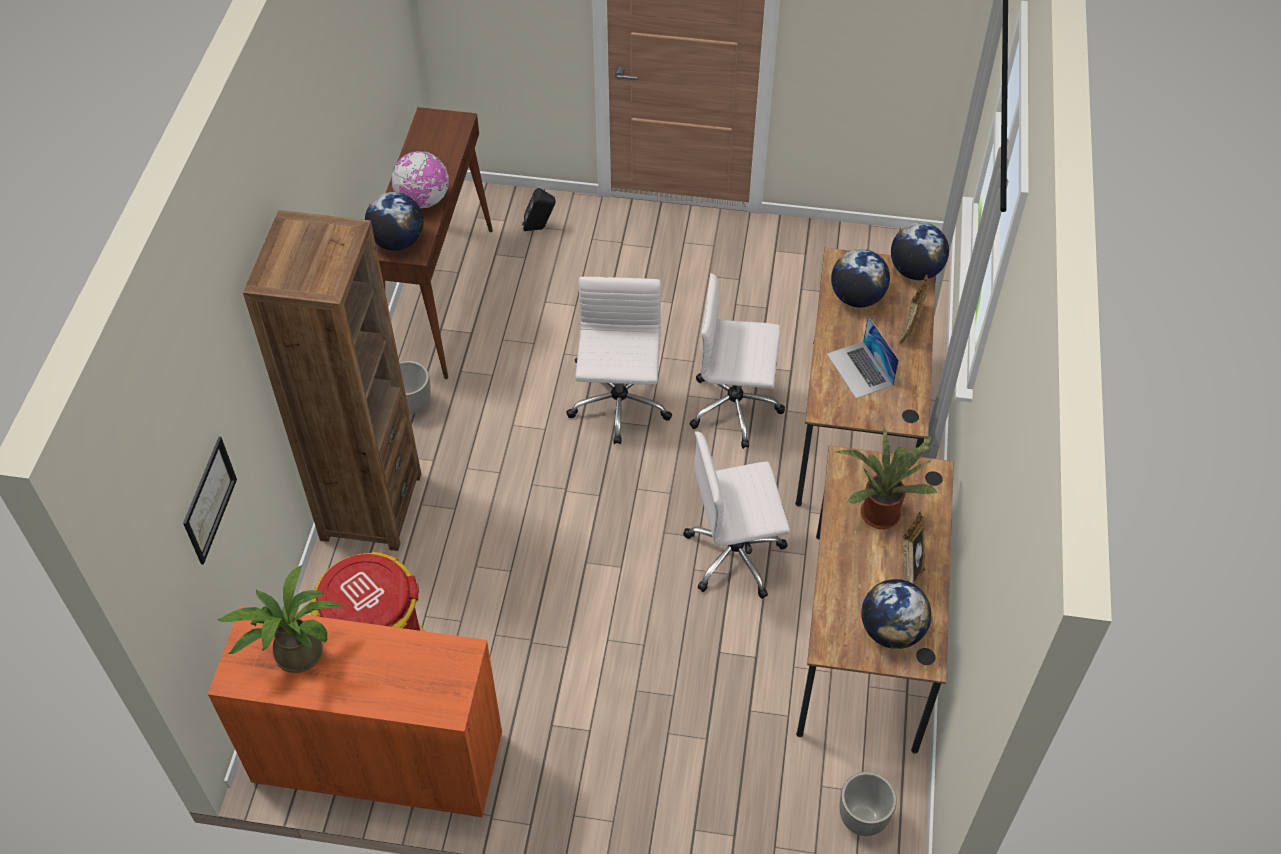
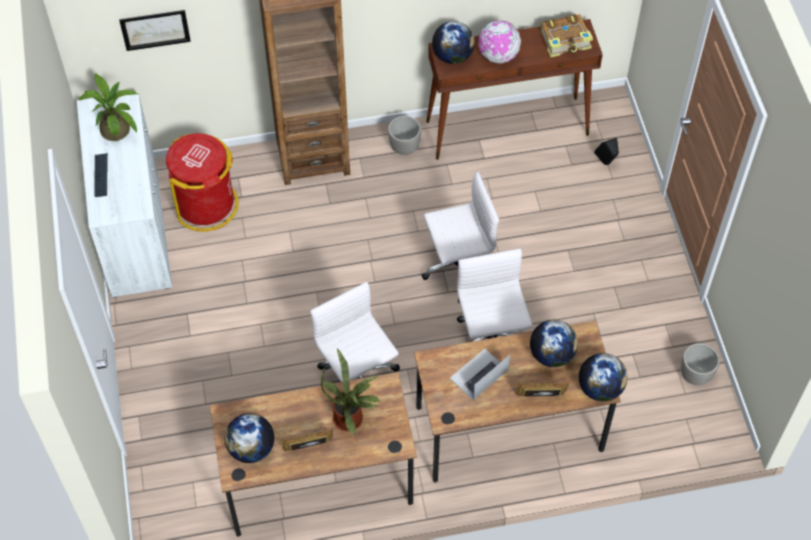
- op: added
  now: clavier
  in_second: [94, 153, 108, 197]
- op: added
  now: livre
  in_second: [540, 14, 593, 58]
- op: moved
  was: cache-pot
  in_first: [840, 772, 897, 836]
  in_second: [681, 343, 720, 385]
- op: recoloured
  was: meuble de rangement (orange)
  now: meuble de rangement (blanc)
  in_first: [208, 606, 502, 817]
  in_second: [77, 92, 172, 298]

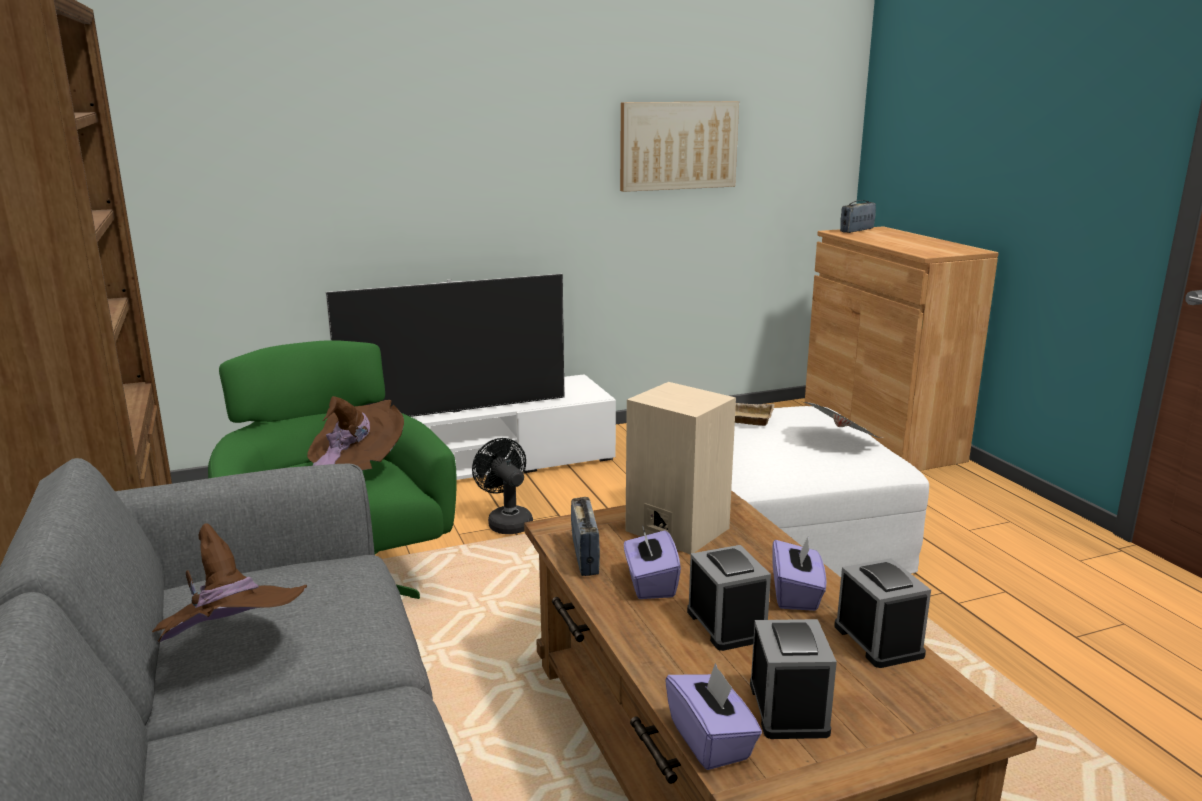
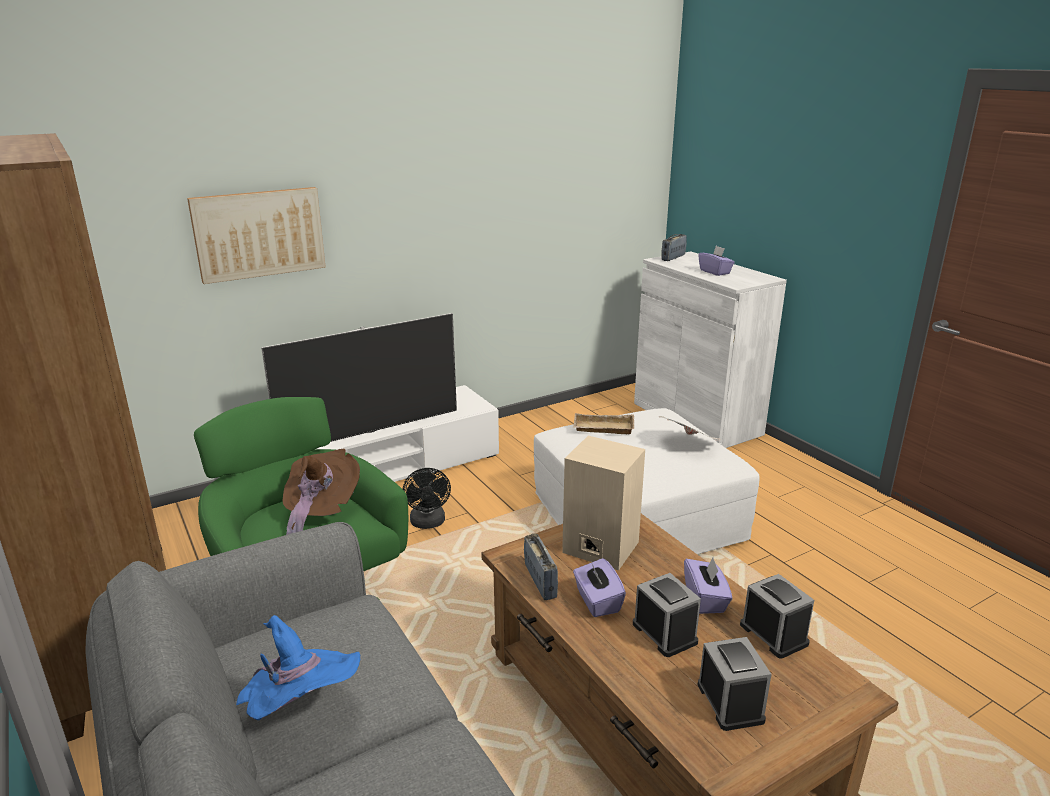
- op: moved
  was: tableau
  in_first: [620, 101, 739, 192]
  in_second: [187, 187, 326, 284]
- op: moved
  was: boîte à mouchoirs (violet)
  in_first: [665, 663, 762, 770]
  in_second: [698, 246, 735, 276]
- op: recoloured
  was: chapeau (marron)
  now: chapeau (bleu)
  in_first: [152, 523, 307, 643]
  in_second: [236, 615, 360, 720]
- op: recoloured
  was: meuble de rangement (marron)
  now: meuble de rangement (blanc)
  in_first: [804, 226, 999, 471]
  in_second: [634, 251, 787, 448]
- op: turned
  was: ventilateur (noir)
  in_first: [472, 438, 533, 534]
  in_second: [403, 468, 451, 529]
  clockwise: -150

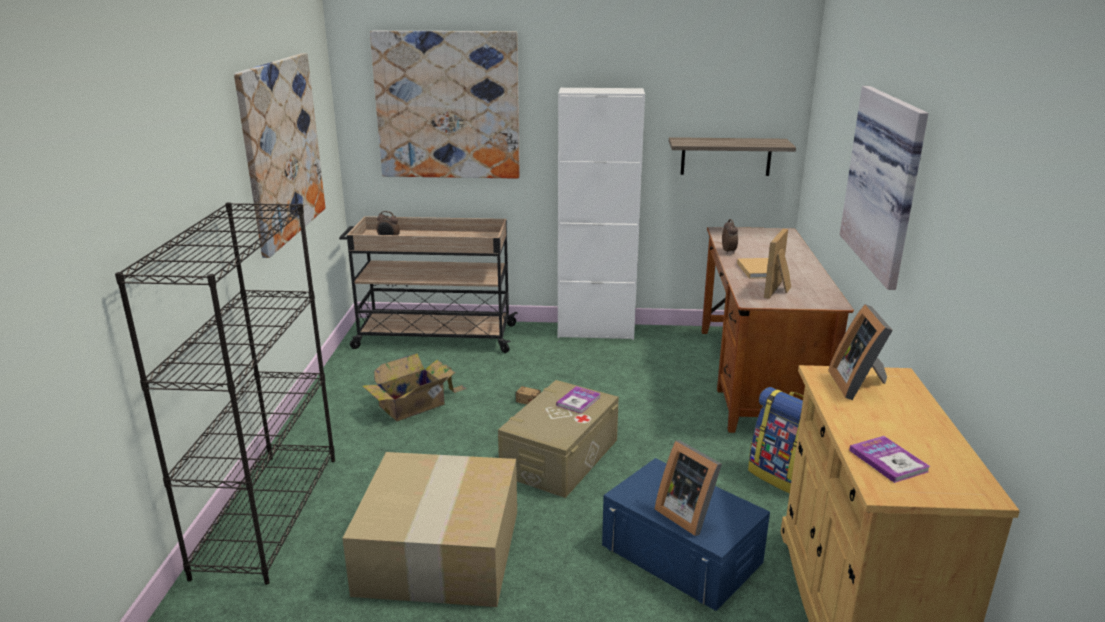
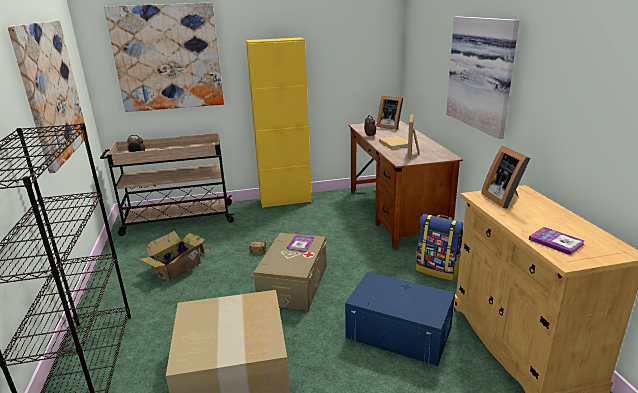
- op: removed
  was: étagère
  in_first: [669, 137, 796, 176]
- op: moved
  was: cadre photo
  in_first: [655, 440, 722, 536]
  in_second: [377, 96, 403, 130]
- op: recoloured
  was: meuble de rangement (blanc)
  now: meuble de rangement (jaune)
  in_first: [558, 88, 645, 340]
  in_second: [246, 37, 312, 208]

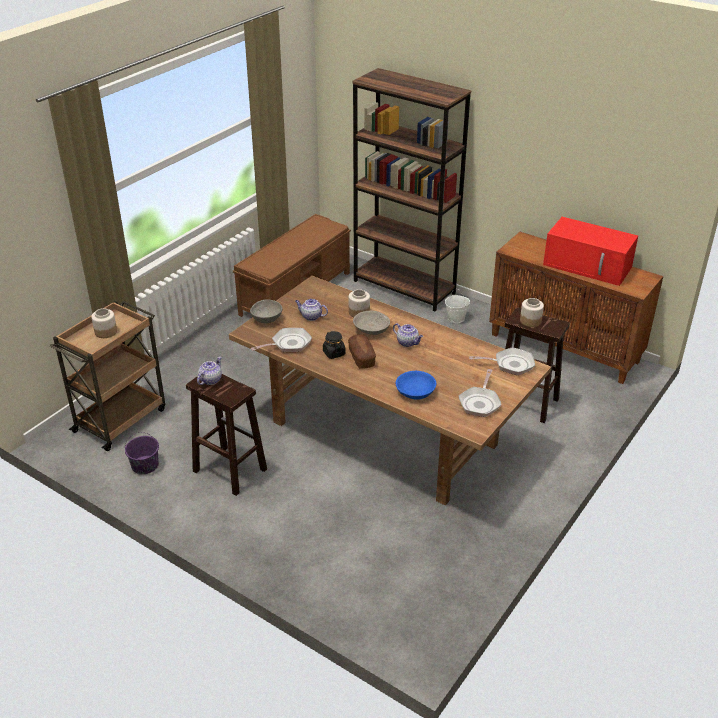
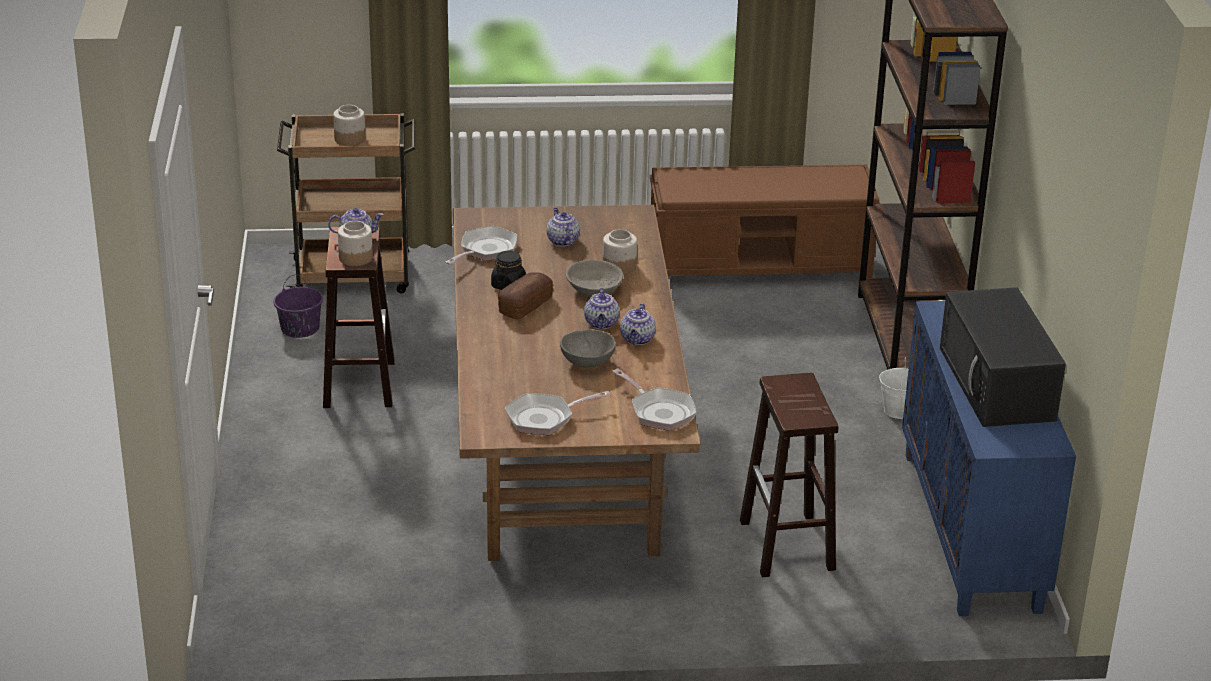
- op: removed
  was: bol (bleu)
  in_first: [396, 371, 436, 400]
- op: added
  now: théière
  in_second: [620, 303, 656, 345]
- op: moved
  was: bol (gris)
  in_first: [250, 299, 282, 323]
  in_second: [560, 329, 616, 368]
- op: moved
  was: bocal
  in_first: [520, 298, 544, 327]
  in_second: [338, 221, 373, 266]
- op: recoloured
  was: meuble de rangement (marron)
  now: meuble de rangement (bleu)
  in_first: [489, 232, 663, 384]
  in_second: [902, 301, 1076, 616]
- op: recoloured
  was: micro-ondes (rouge)
  now: micro-ondes (noir)
  in_first: [543, 217, 638, 286]
  in_second: [940, 287, 1066, 427]
- op: turned
  was: poêle
  in_first: [250, 328, 312, 352]
  in_second: [445, 226, 517, 265]
  clockwise: -75

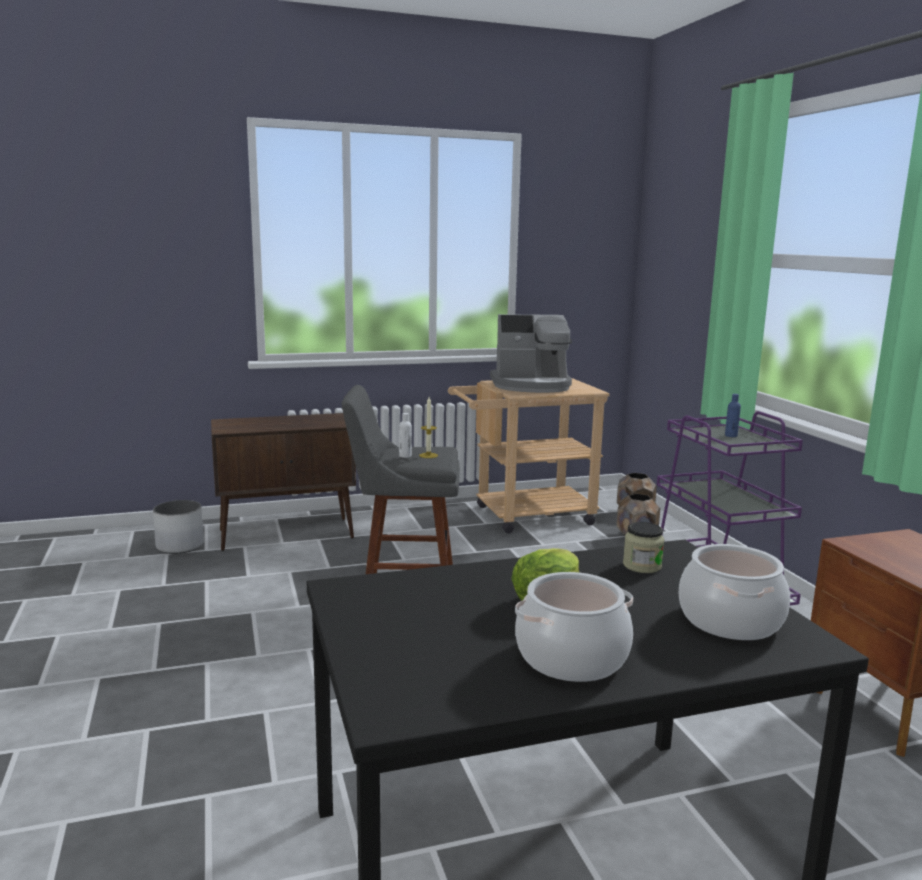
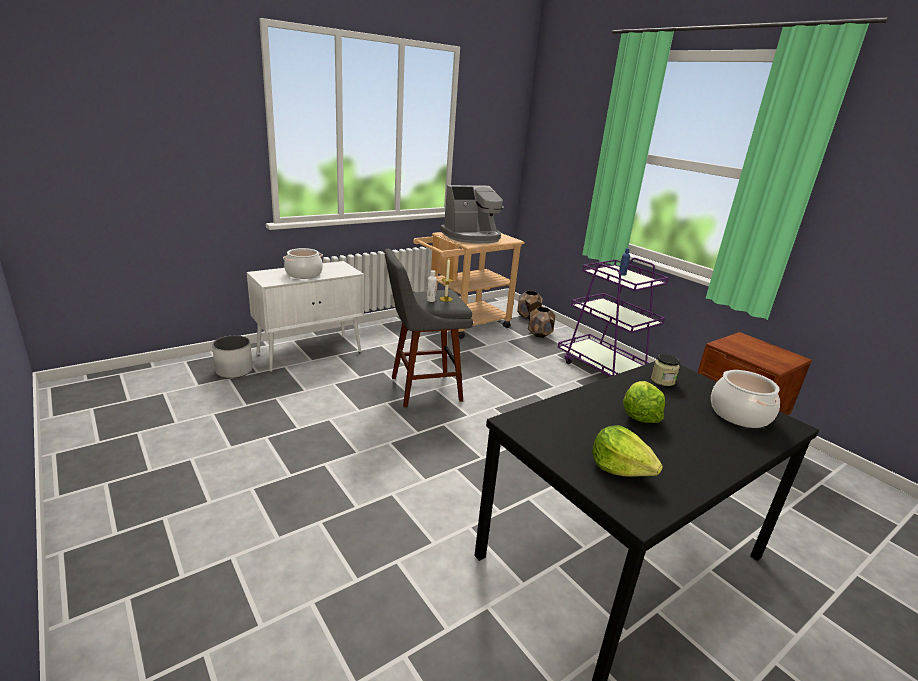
- op: added
  now: laitue
  in_second: [592, 425, 663, 477]
- op: moved
  was: marmite
  in_first: [515, 572, 633, 682]
  in_second: [283, 248, 323, 279]
- op: recoloured
  was: meuble de rangement (marron)
  now: meuble de rangement (blanc)
  in_first: [211, 413, 356, 551]
  in_second: [247, 261, 364, 372]

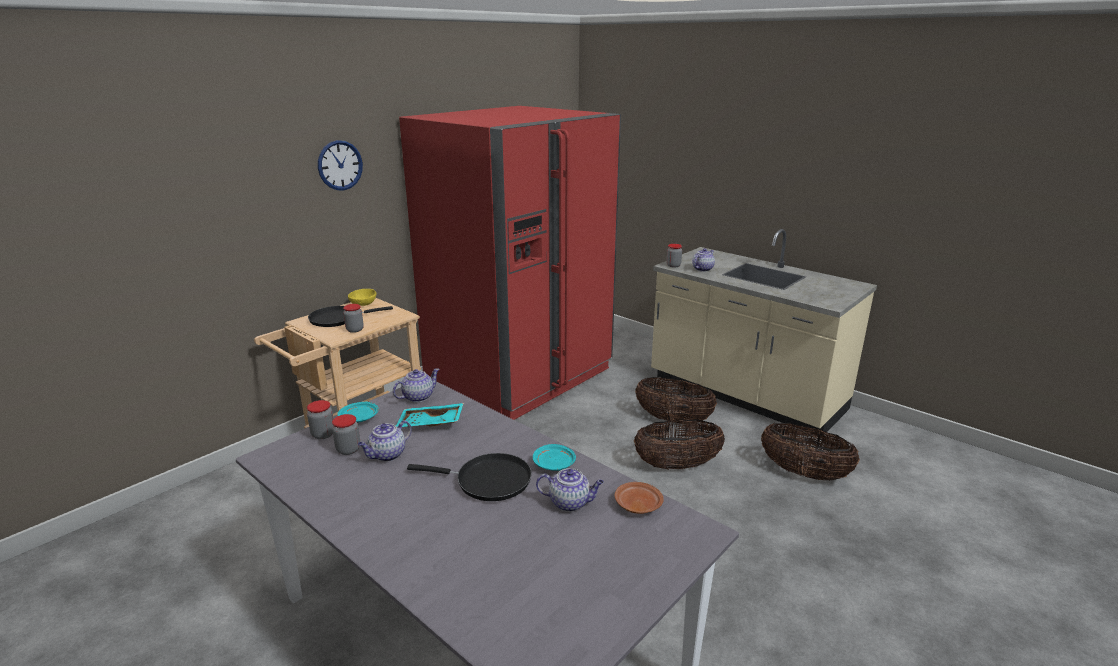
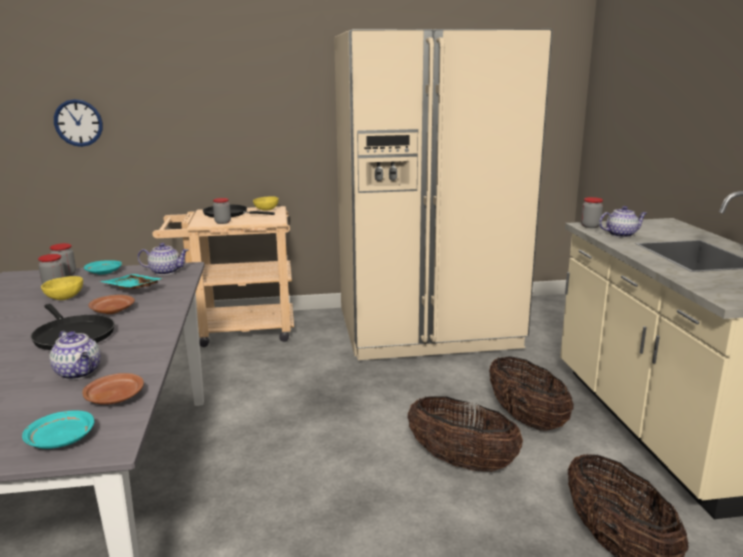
- op: added
  now: assiette (marron)
  in_second: [88, 295, 135, 314]
- op: moved
  was: horloge murale
  in_first: [318, 140, 363, 190]
  in_second: [54, 99, 103, 147]
- op: moved
  was: assiette (turquoise)
  in_first: [533, 444, 576, 471]
  in_second: [22, 411, 94, 449]
- op: replaced
  was: théière
  now: bol (jaune)
  in_first: [358, 420, 412, 462]
  in_second: [41, 276, 83, 300]
- op: recoloured
  was: réfrigérateur (rouge)
  now: réfrigérateur (beige)
  in_first: [399, 106, 621, 420]
  in_second: [334, 29, 553, 360]

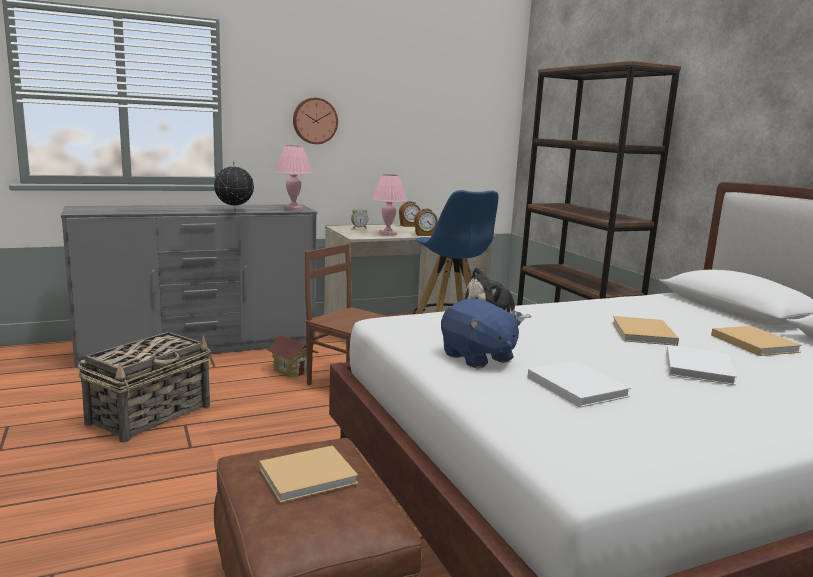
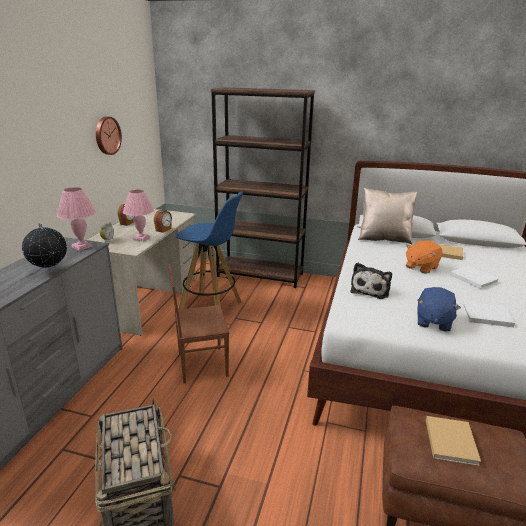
- op: removed
  was: maison miniature
  in_first: [267, 335, 319, 378]
- op: added
  now: coussin (beige)
  in_second: [358, 188, 417, 244]
- op: moved
  was: horloge murale
  in_first: [293, 98, 338, 144]
  in_second: [96, 117, 122, 155]
- op: replaced
  was: livre (beige)
  now: peluche (orange)
  in_first: [612, 316, 679, 346]
  in_second: [406, 240, 442, 274]
- op: turned
  was: peluche (bleu)
  in_first: [441, 298, 522, 369]
  in_second: [417, 287, 461, 332]
  clockwise: 105

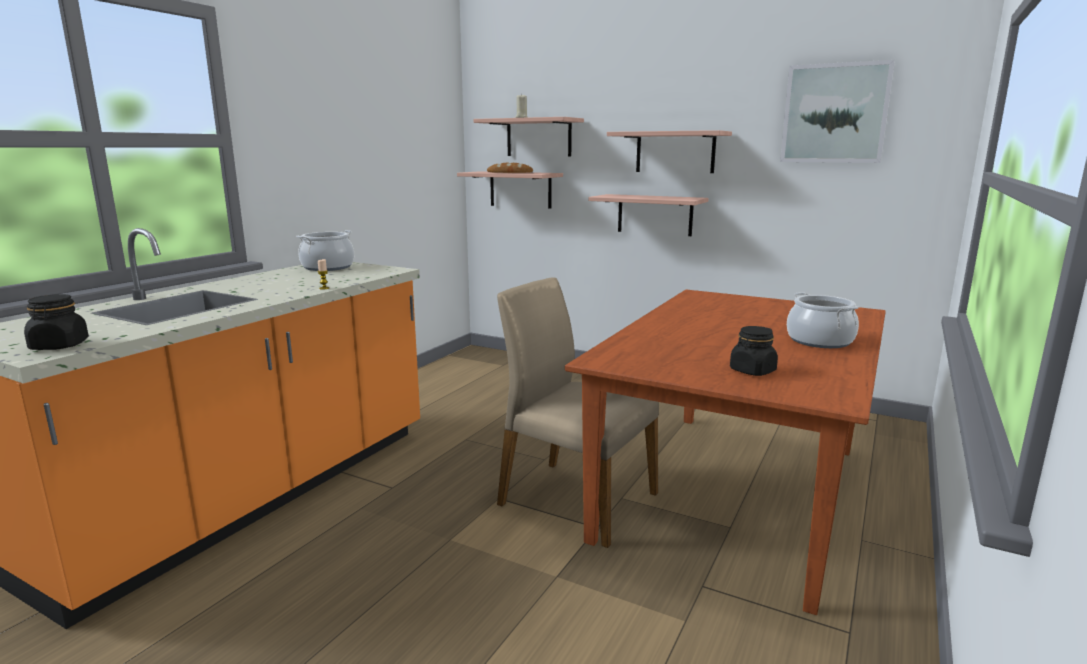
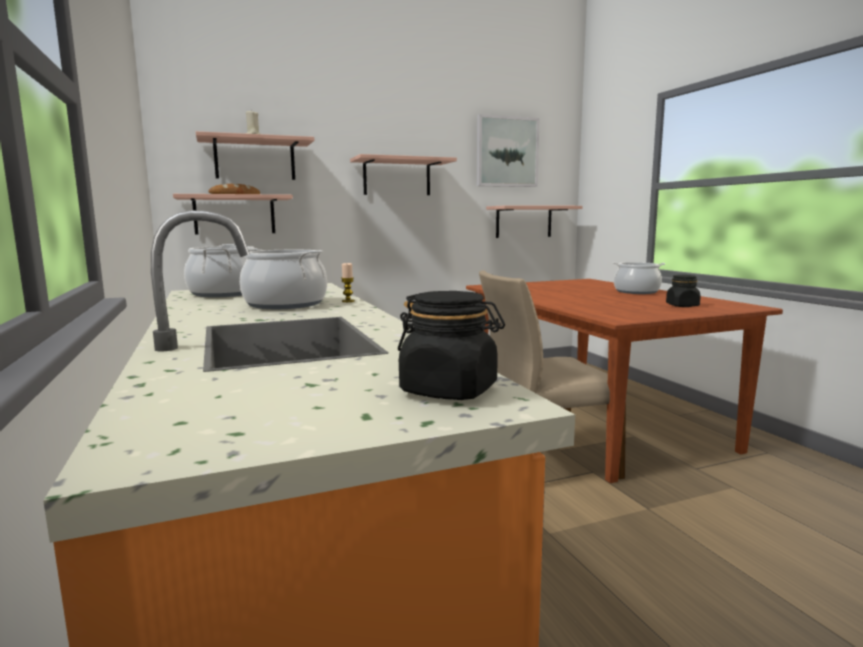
- op: added
  now: marmite
  in_second: [240, 248, 327, 309]
- op: moved
  was: étagère
  in_first: [589, 194, 709, 236]
  in_second: [486, 205, 582, 238]

